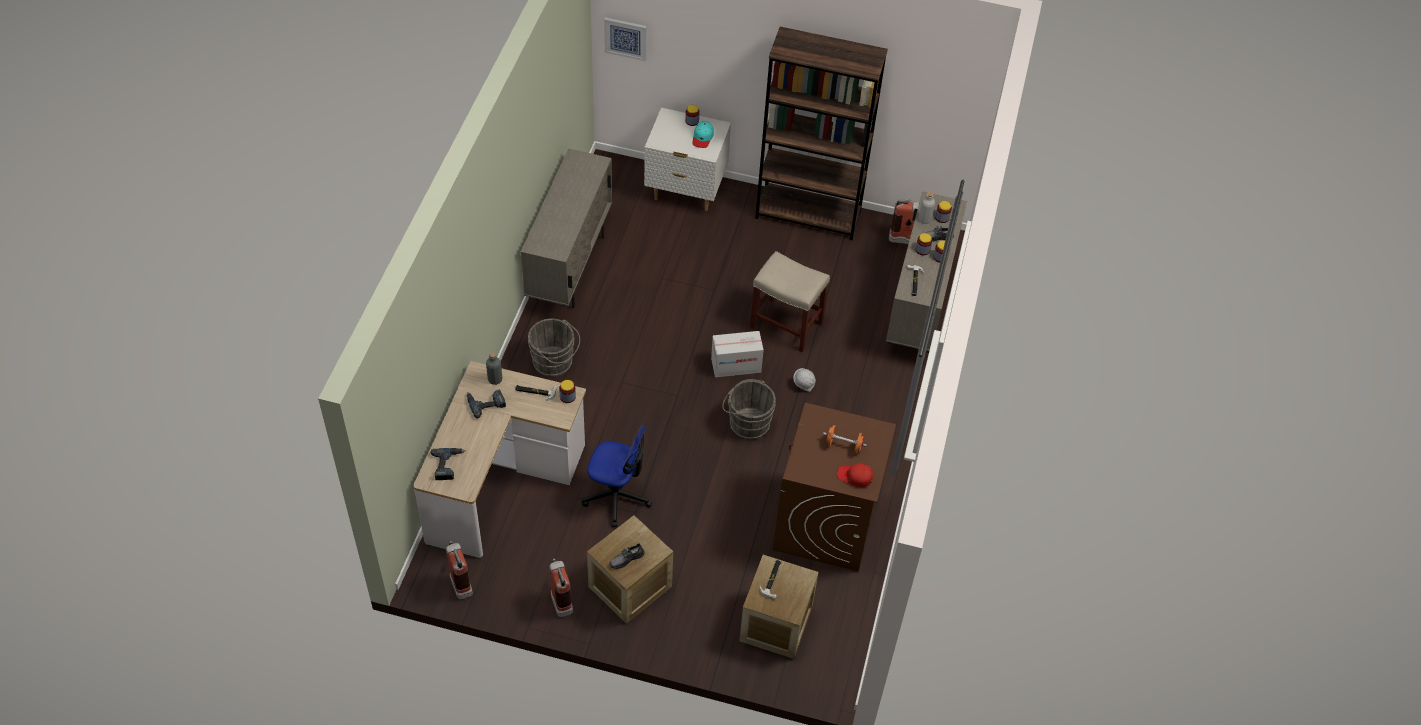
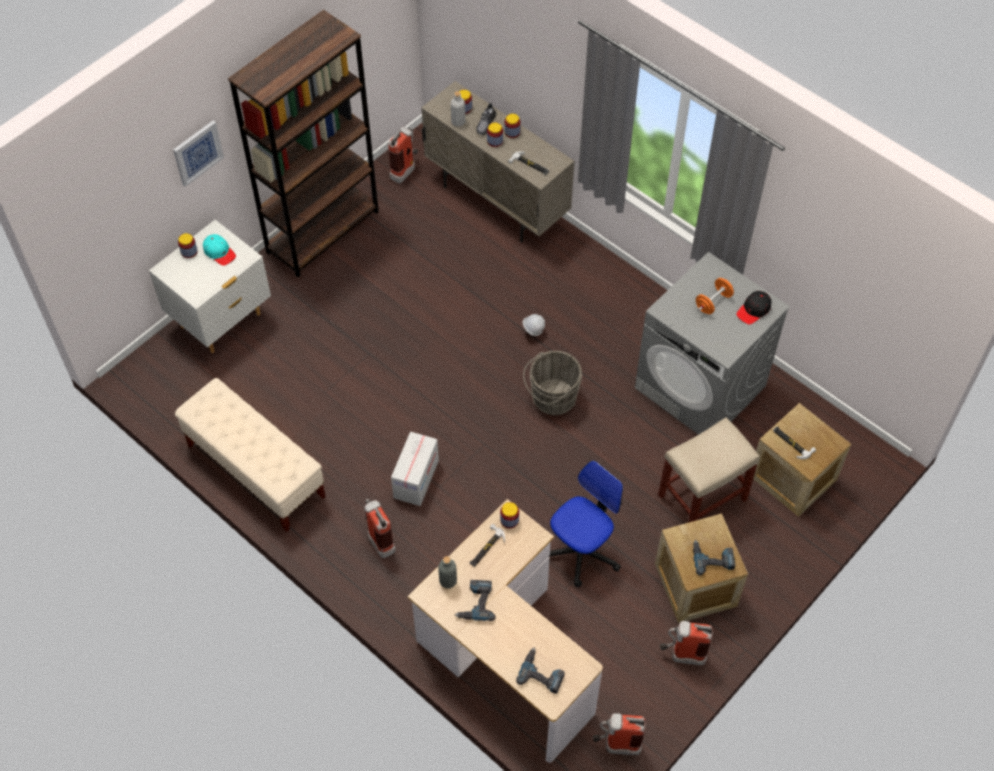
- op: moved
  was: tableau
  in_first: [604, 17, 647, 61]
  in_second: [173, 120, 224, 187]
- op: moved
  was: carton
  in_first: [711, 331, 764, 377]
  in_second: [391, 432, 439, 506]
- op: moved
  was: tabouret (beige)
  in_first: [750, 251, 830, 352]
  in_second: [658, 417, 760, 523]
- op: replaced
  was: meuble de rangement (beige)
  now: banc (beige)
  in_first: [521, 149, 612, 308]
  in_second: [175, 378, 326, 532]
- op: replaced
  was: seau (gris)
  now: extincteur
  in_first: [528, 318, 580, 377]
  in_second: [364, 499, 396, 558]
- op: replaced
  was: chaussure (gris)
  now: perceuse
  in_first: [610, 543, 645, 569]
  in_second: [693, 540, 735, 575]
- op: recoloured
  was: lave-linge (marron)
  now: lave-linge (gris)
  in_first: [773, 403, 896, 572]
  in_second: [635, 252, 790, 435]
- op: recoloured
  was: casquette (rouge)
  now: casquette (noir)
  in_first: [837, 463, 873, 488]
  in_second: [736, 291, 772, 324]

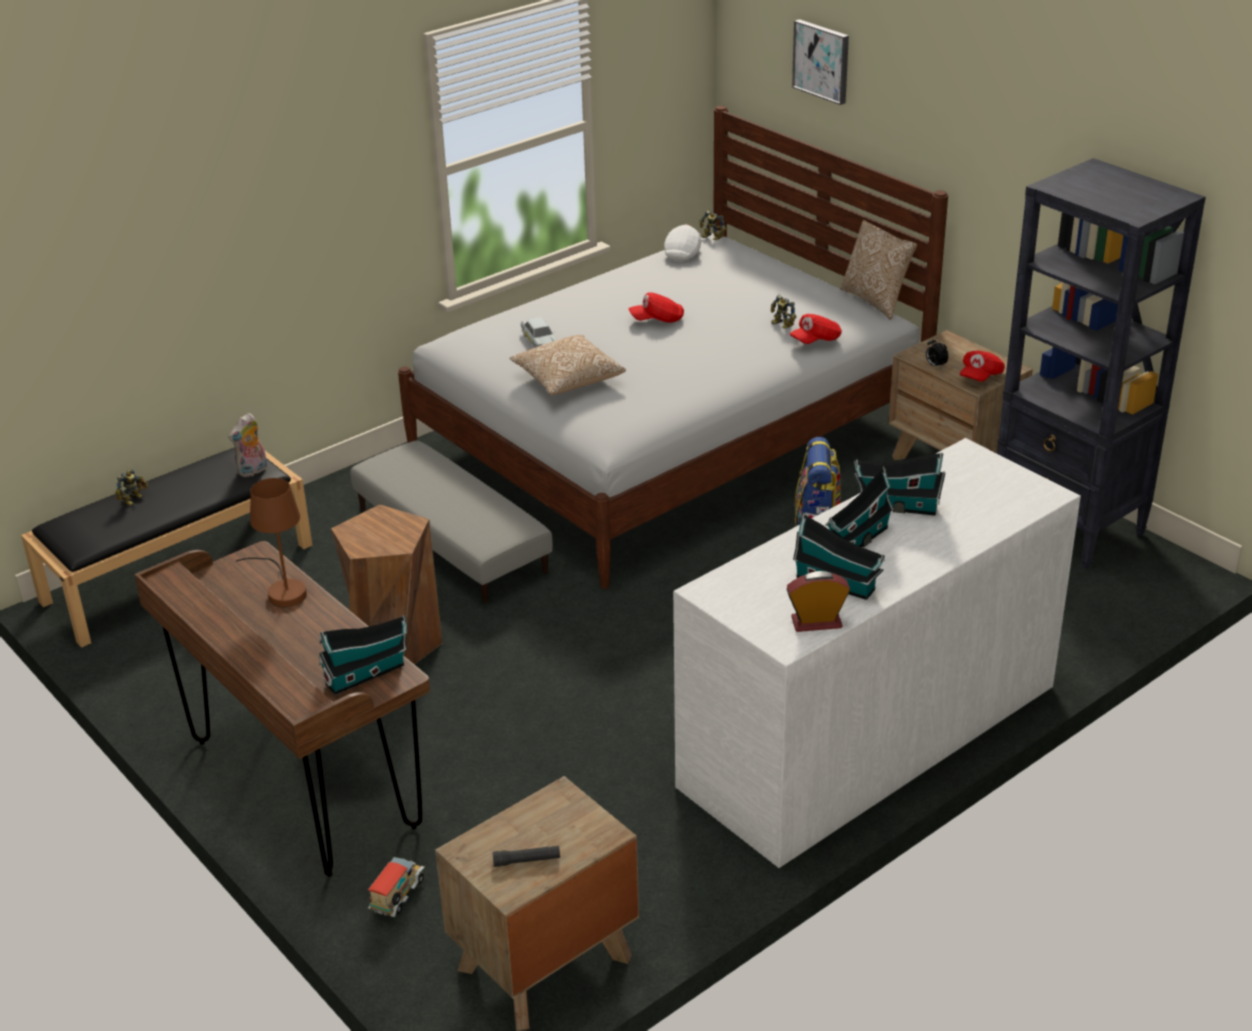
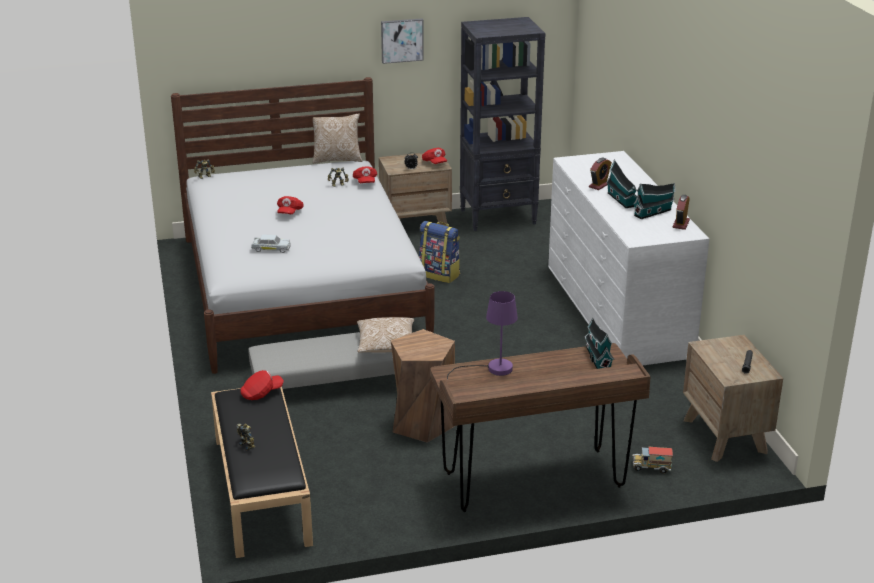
- op: removed
  was: casquette (blanc)
  in_first: [664, 224, 701, 262]
- op: moved
  was: coussin
  in_first: [510, 335, 626, 395]
  in_second: [357, 317, 414, 353]
- op: moved
  was: tableau
  in_first: [792, 19, 849, 105]
  in_second: [381, 18, 424, 64]
- op: replaced
  was: peluche
  now: casquette (rouge)
  in_first: [228, 413, 267, 477]
  in_second: [240, 370, 284, 400]
- op: replaced
  was: maison miniature
  now: réveil
  in_first: [854, 452, 945, 516]
  in_second: [589, 158, 612, 190]
- op: recoloured
  was: lampe de table (marron)
  now: lampe de table (violet)
  in_first: [236, 478, 307, 607]
  in_second: [447, 291, 518, 380]
- op: turned
  was: camion jouet
  in_first: [368, 857, 425, 917]
  in_second: [633, 446, 673, 474]
  clockwise: -45

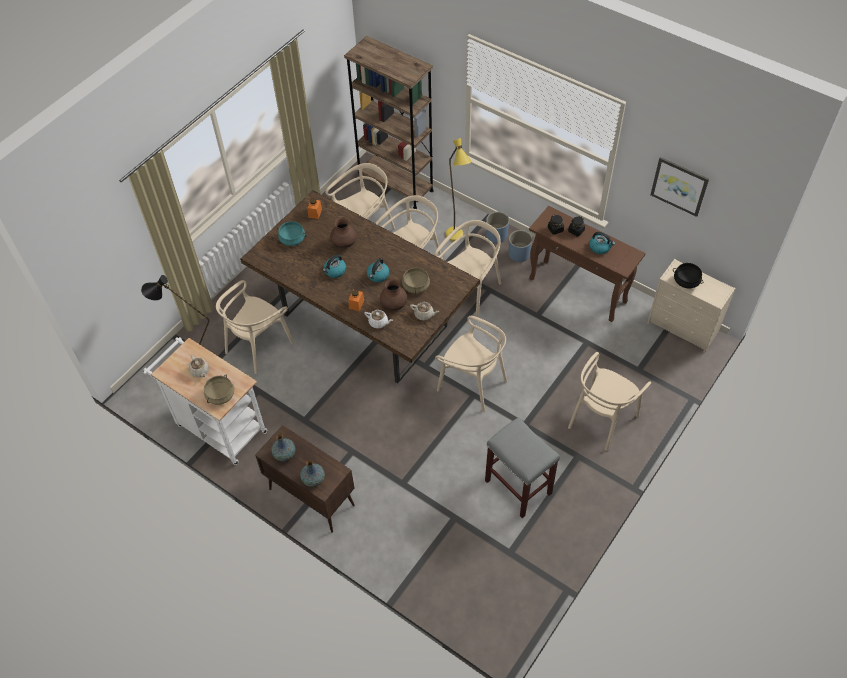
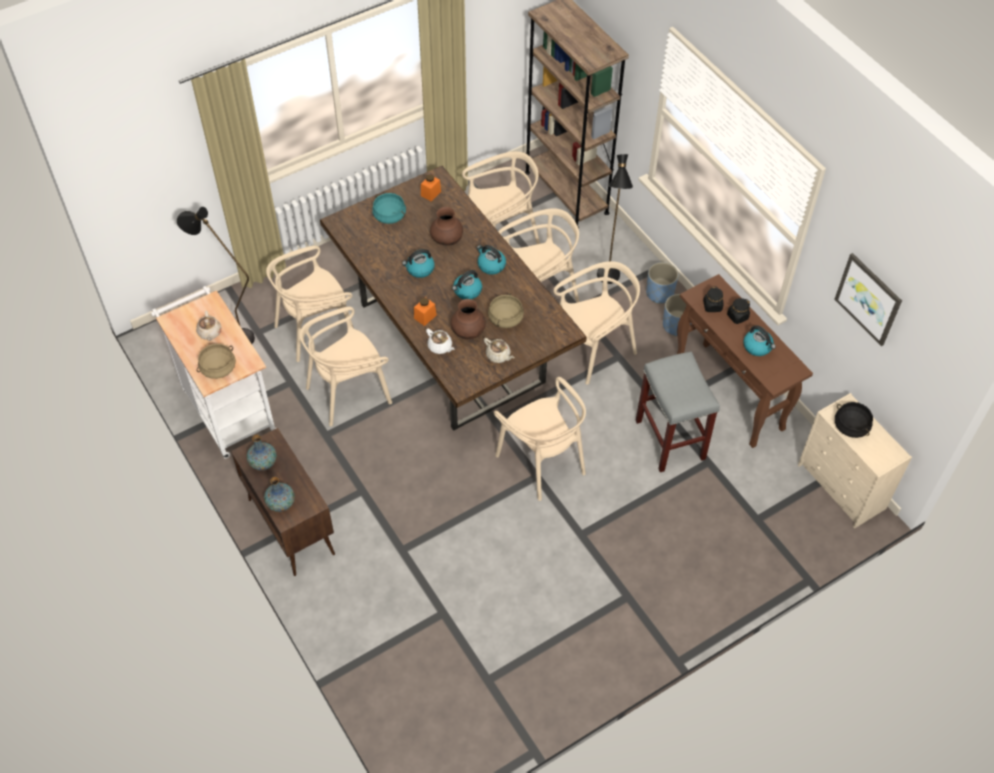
- op: added
  now: bouilloire
  in_second: [477, 245, 506, 275]
- op: moved
  was: tabouret (gris)
  in_first: [485, 417, 560, 518]
  in_second: [636, 351, 720, 472]
- op: moved
  was: chaise (beige)
  in_first: [568, 352, 652, 451]
  in_second: [300, 307, 393, 426]
- op: recoloured
  was: lampadaire (jaune)
  now: lampadaire (noir)
  in_first: [446, 138, 472, 241]
  in_second: [597, 154, 633, 284]

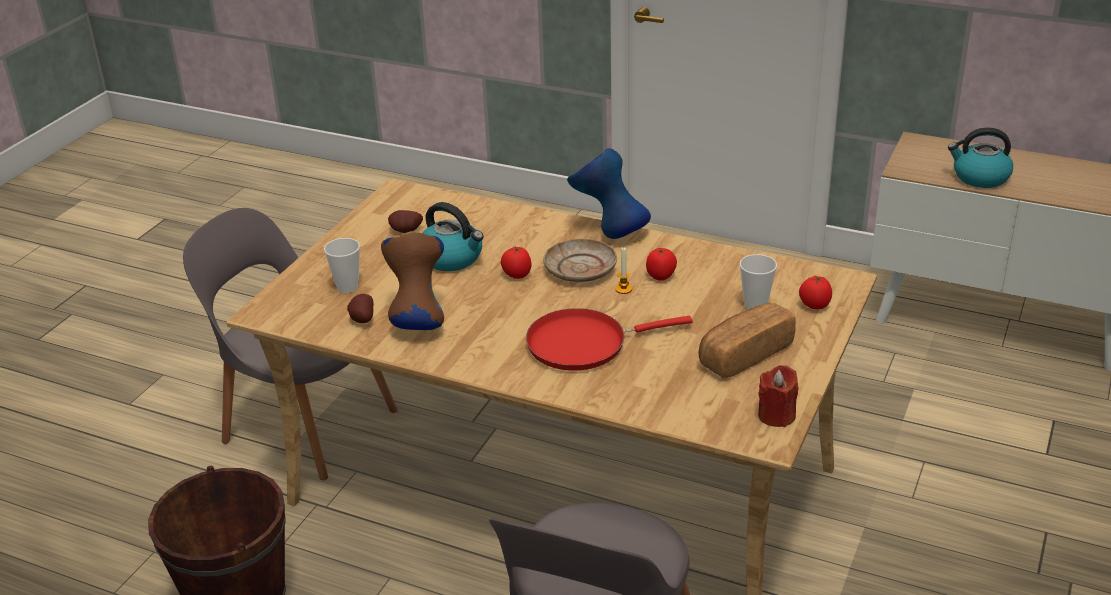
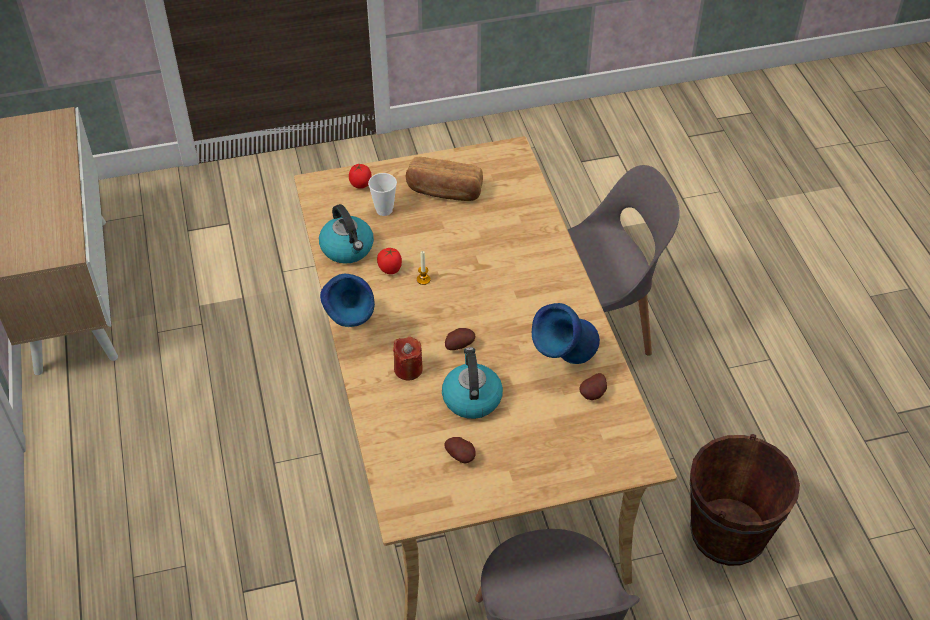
- op: removed
  was: tasse
  in_first: [324, 238, 360, 293]
- op: removed
  was: poêle (rouge)
  in_first: [526, 308, 693, 371]
- op: removed
  was: assiette (beige)
  in_first: [543, 239, 617, 282]
- op: moved
  was: bougie (rouge)
  in_first: [758, 365, 799, 427]
  in_second: [393, 337, 423, 380]
- op: moved
  was: bouilloire
  in_first: [948, 128, 1013, 188]
  in_second: [319, 204, 374, 263]
- op: replaced
  was: tomate
  now: pomme de terre
  in_first: [501, 246, 531, 279]
  in_second: [445, 328, 475, 350]
- op: recoloured
  was: vase (marron)
  now: vase (bleu)
  in_first: [381, 232, 444, 330]
  in_second: [532, 303, 600, 364]

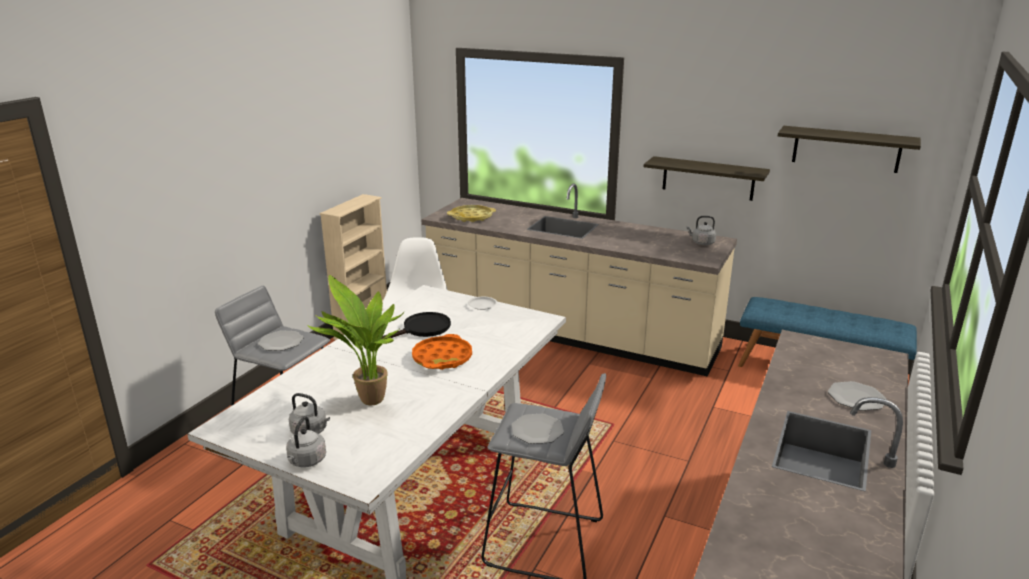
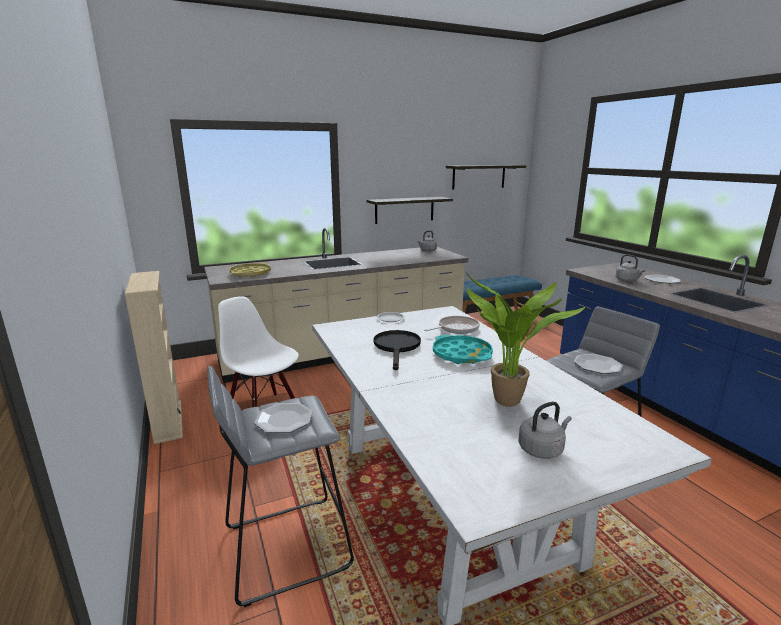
- op: added
  now: poêle
  in_second: [424, 316, 480, 334]
- op: moved
  was: bouilloire (gris)
  in_first: [286, 416, 326, 467]
  in_second: [616, 254, 646, 282]
- op: recoloured
  was: plateau (orange)
  now: plateau (turquoise)
  in_first: [412, 334, 472, 370]
  in_second: [433, 335, 493, 364]

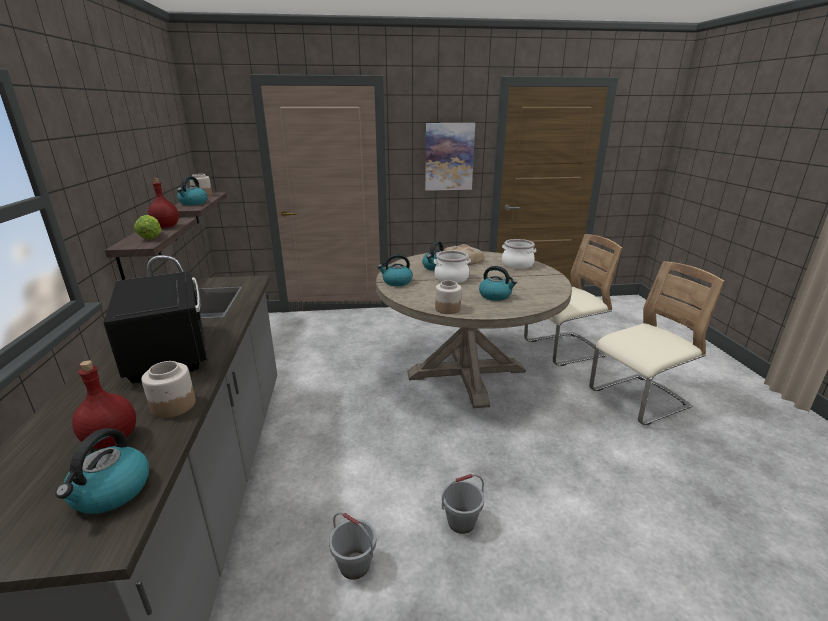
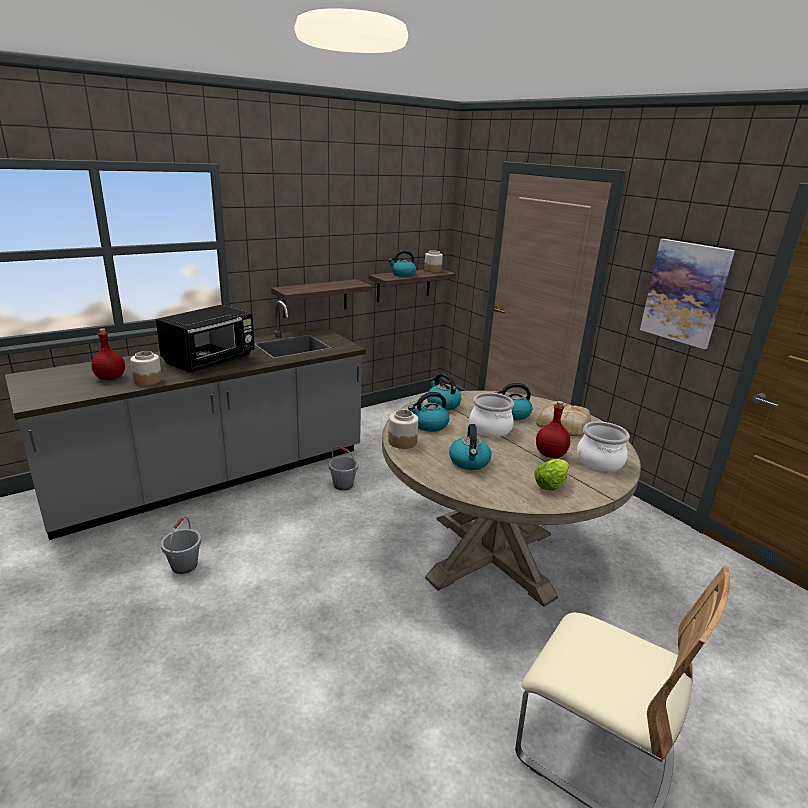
- op: removed
  was: chaise (beige)
  in_first: [524, 234, 622, 366]
- op: moved
  was: bouilloire
  in_first: [55, 428, 149, 514]
  in_second: [408, 392, 449, 432]
- op: moved
  was: laitue
  in_first: [134, 215, 161, 240]
  in_second: [535, 459, 569, 490]
- op: moved
  was: bouteille (rouge)
  in_first: [148, 178, 179, 228]
  in_second: [536, 401, 570, 458]
- op: moved
  was: seau (gris)
  in_first: [442, 474, 484, 534]
  in_second: [329, 446, 358, 490]

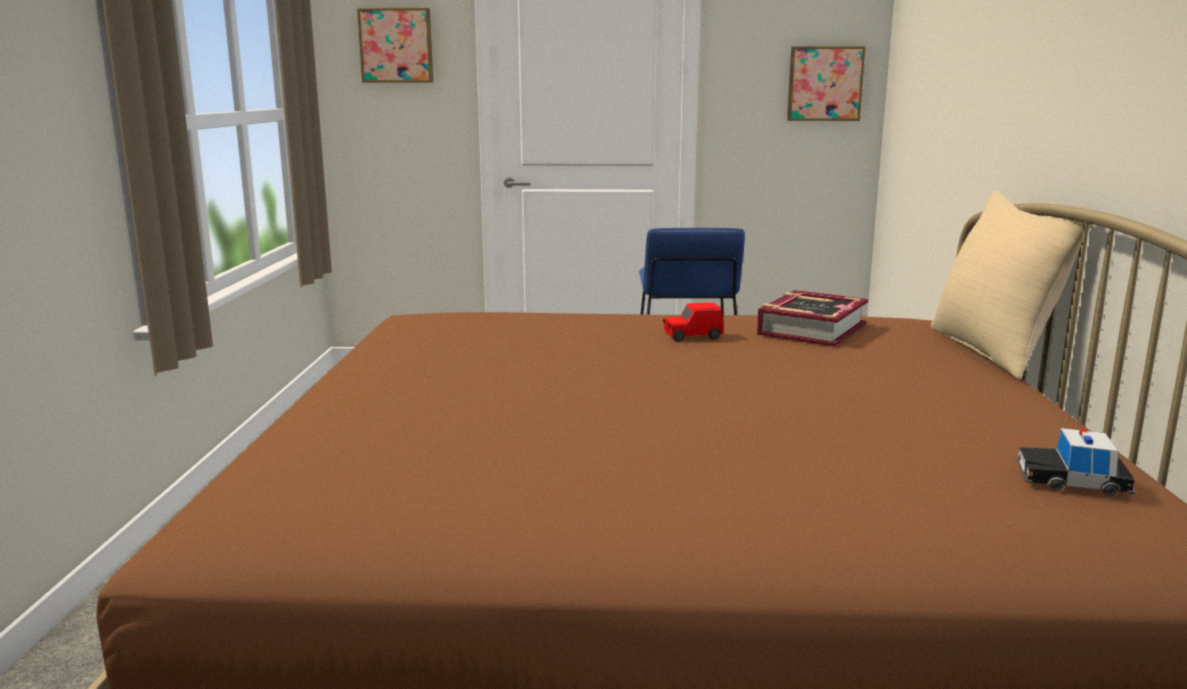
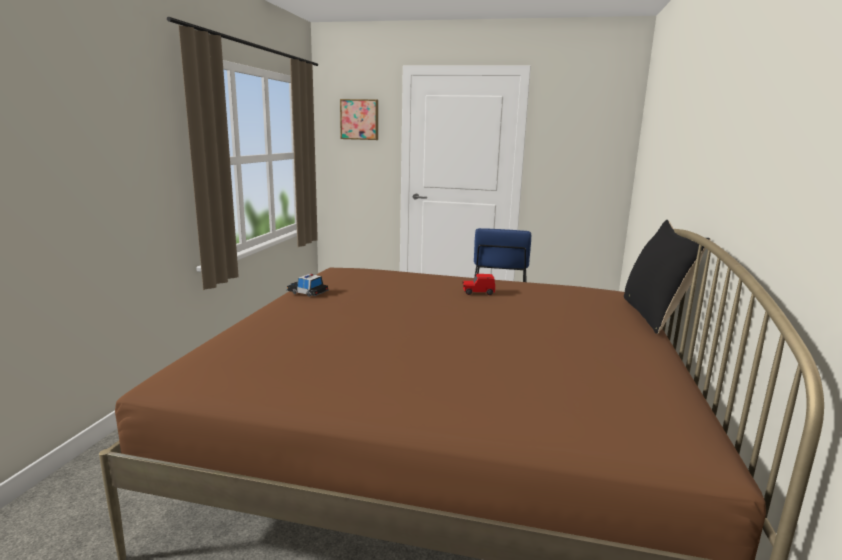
- op: removed
  was: livre
  in_first: [757, 290, 868, 347]
- op: removed
  was: tableau
  in_first: [787, 46, 866, 121]
- op: moved
  was: petite voiture
  in_first: [1016, 428, 1136, 496]
  in_second: [286, 274, 329, 297]
- op: recoloured
  was: coussin (beige)
  now: coussin (noir)
  in_first: [931, 191, 1093, 379]
  in_second: [624, 220, 710, 334]

